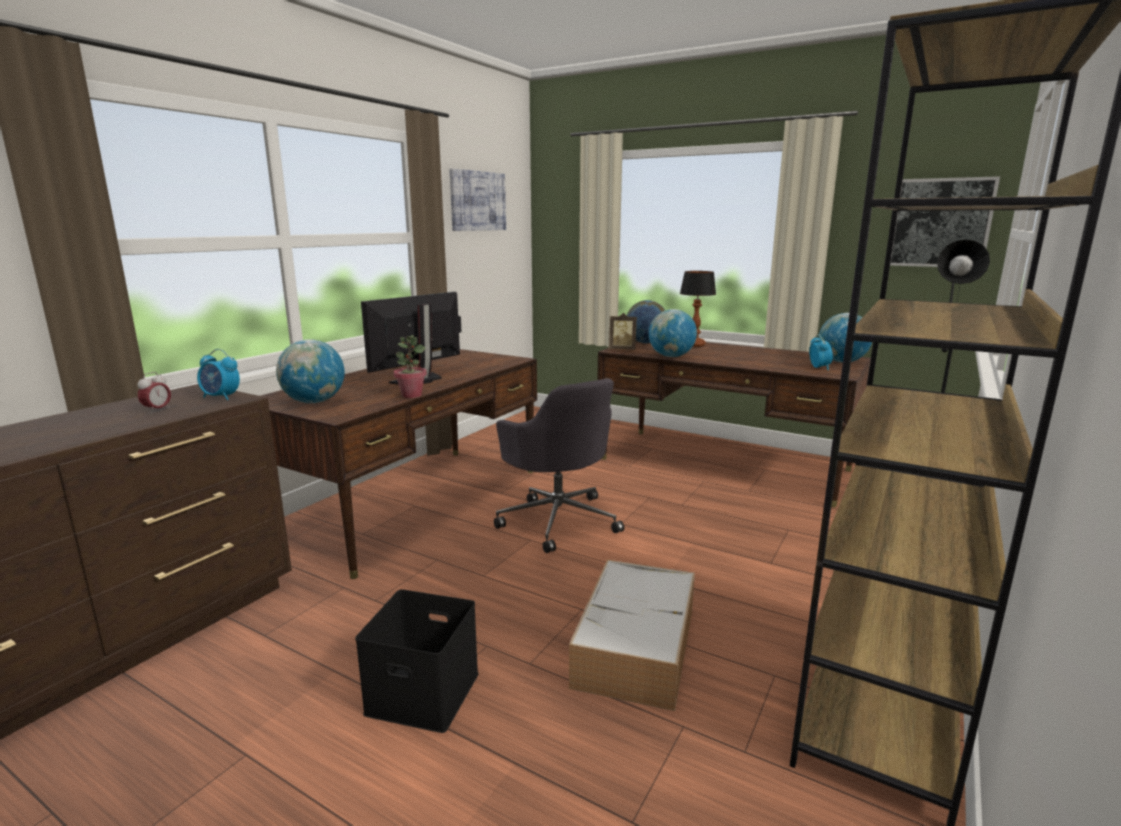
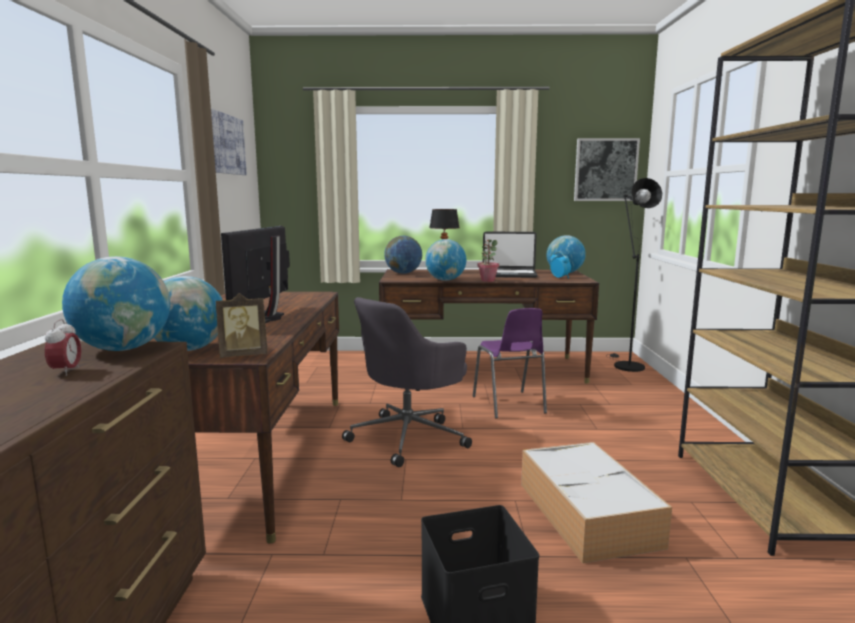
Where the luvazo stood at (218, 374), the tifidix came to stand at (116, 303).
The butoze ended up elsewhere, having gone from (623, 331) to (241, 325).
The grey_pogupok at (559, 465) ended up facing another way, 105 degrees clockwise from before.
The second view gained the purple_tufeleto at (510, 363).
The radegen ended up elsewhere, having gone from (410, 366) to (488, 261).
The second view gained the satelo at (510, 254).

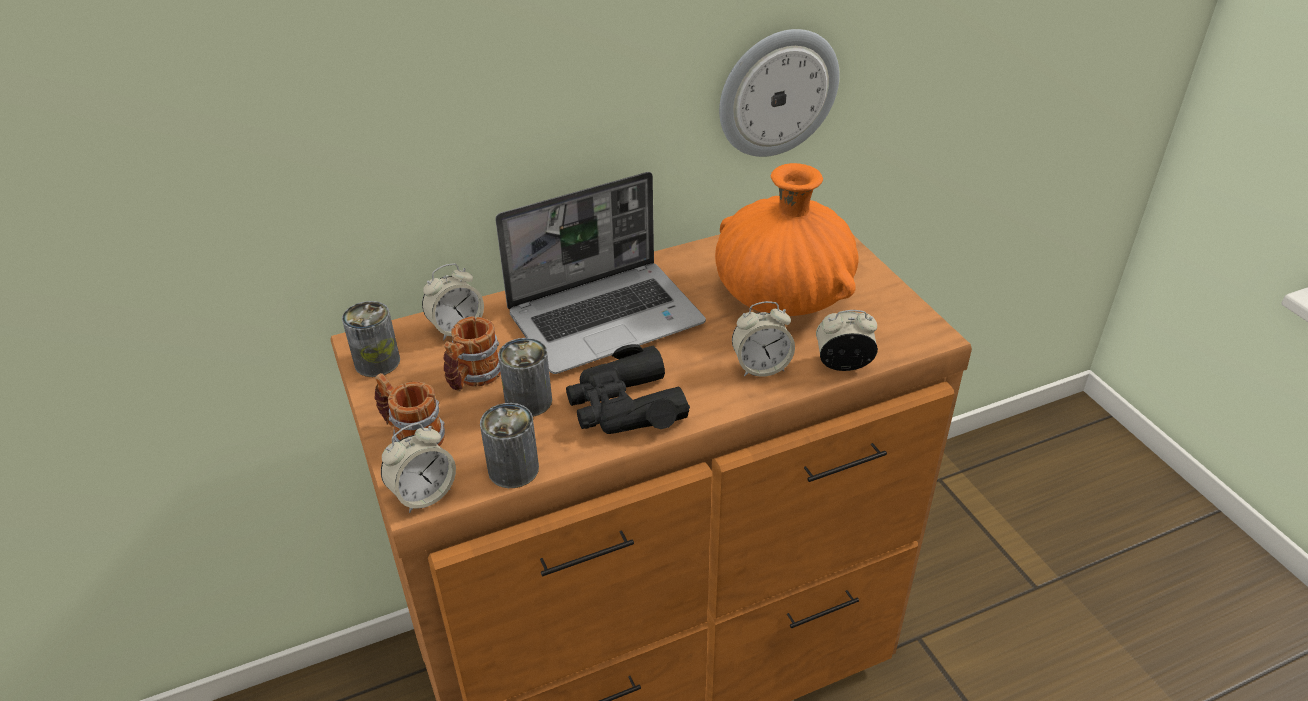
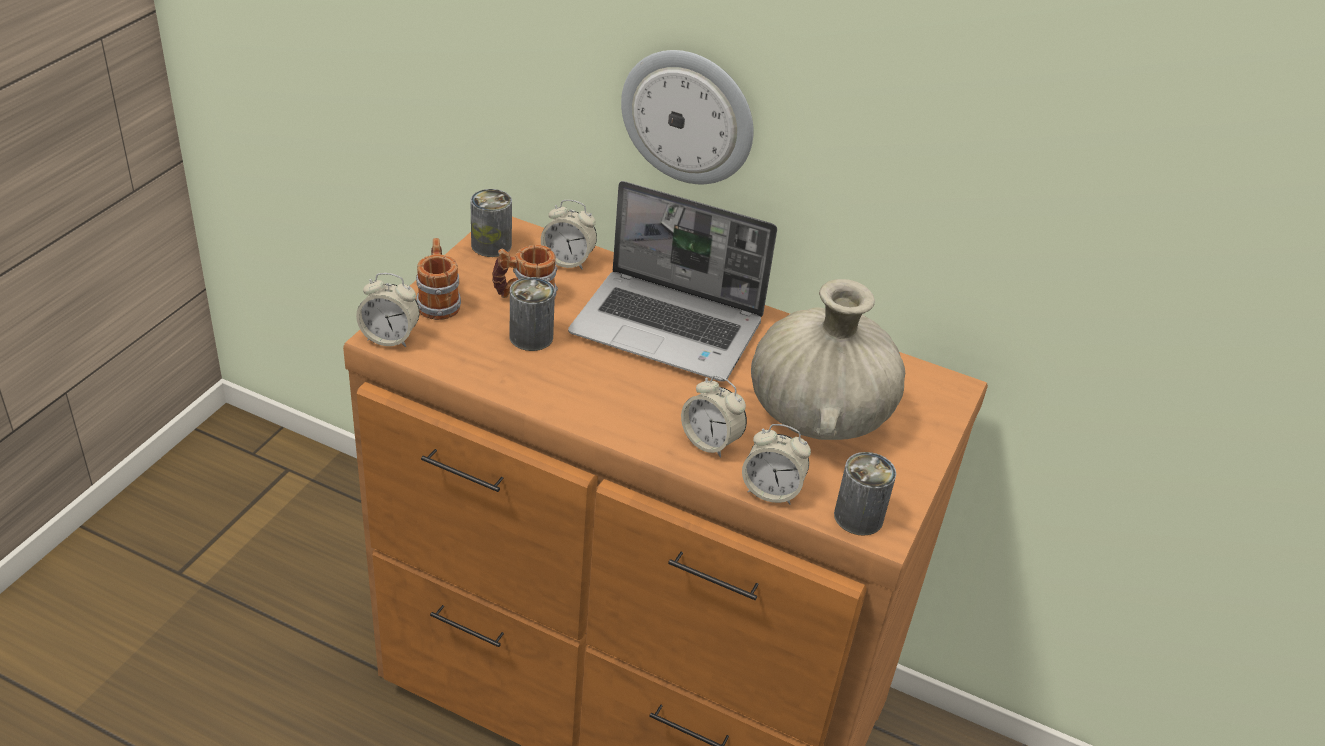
The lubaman ended up elsewhere, having gone from (779, 93) to (687, 117).
The luvazo at (847, 340) ended up facing another way, 150 degrees clockwise from before.
What was the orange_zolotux at (787, 239) turned into the beige_zolotux at (828, 359).
The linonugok ended up elsewhere, having gone from (509, 445) to (865, 494).
The second view lost the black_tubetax at (628, 389).

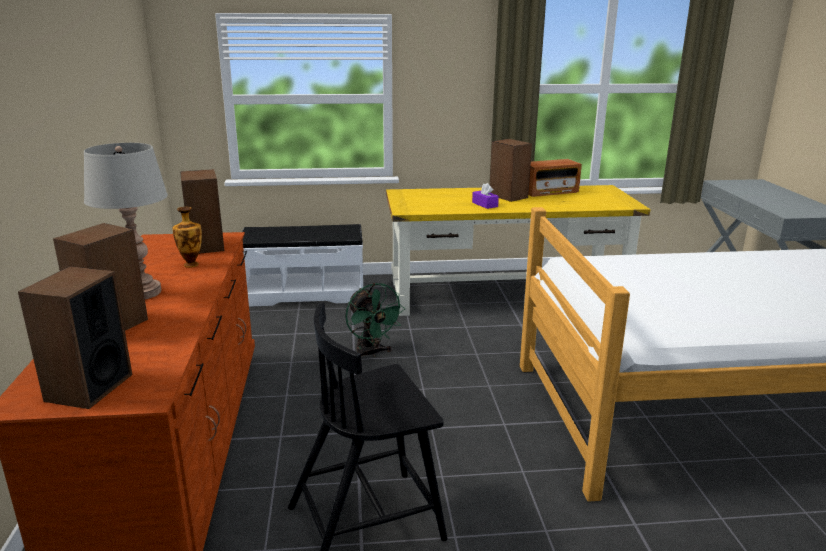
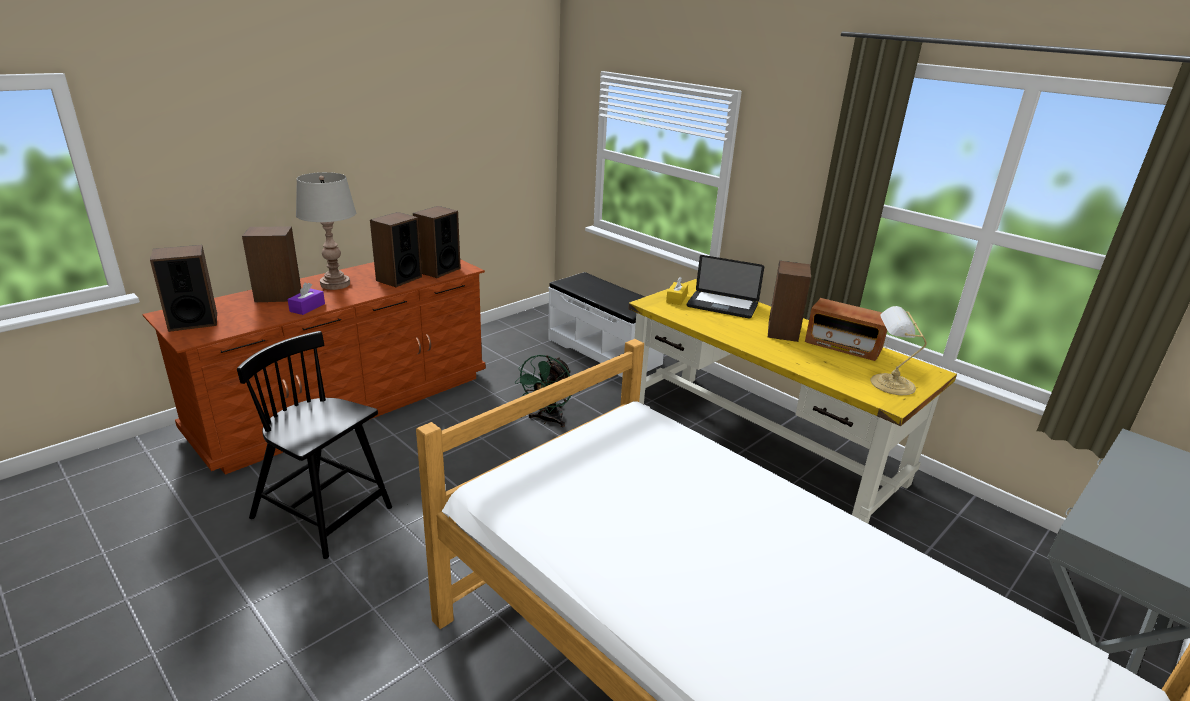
The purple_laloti ended up elsewhere, having gone from (485, 196) to (306, 299).
Where the zolotux stood at (187, 237), the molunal came to stand at (396, 249).
The second view gained the yellow_laloti at (677, 291).
The second view gained the satelo at (725, 287).
The second view gained the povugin at (899, 350).

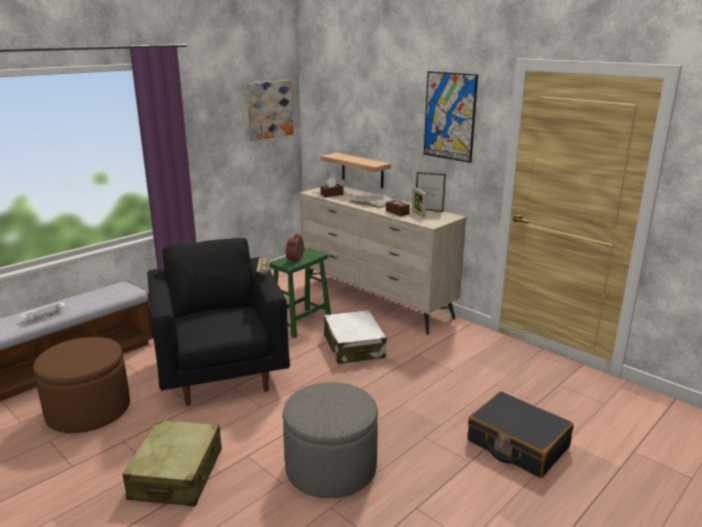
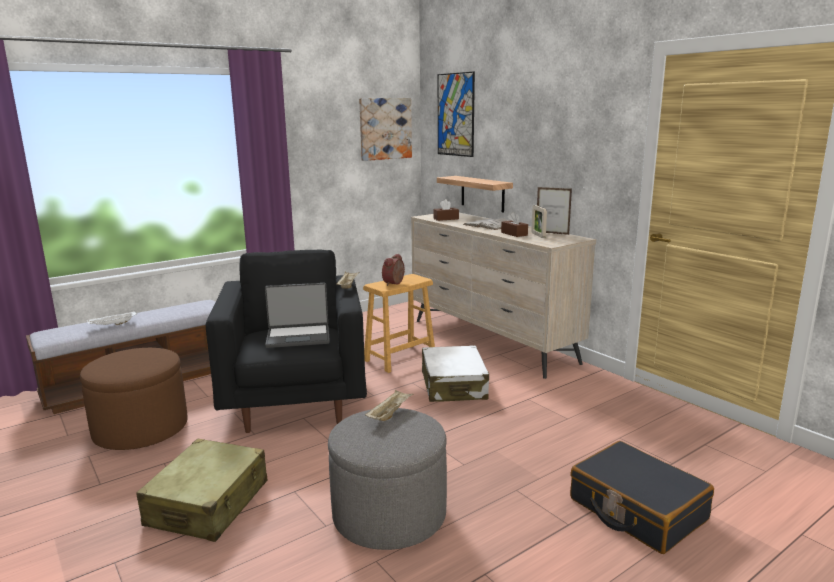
The second view gained the satelo at (297, 315).
What was the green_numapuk at (300, 293) turned into the brown_numapuk at (399, 323).
The second view gained the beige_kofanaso at (389, 405).
The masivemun ended up elsewhere, having gone from (451, 117) to (456, 114).

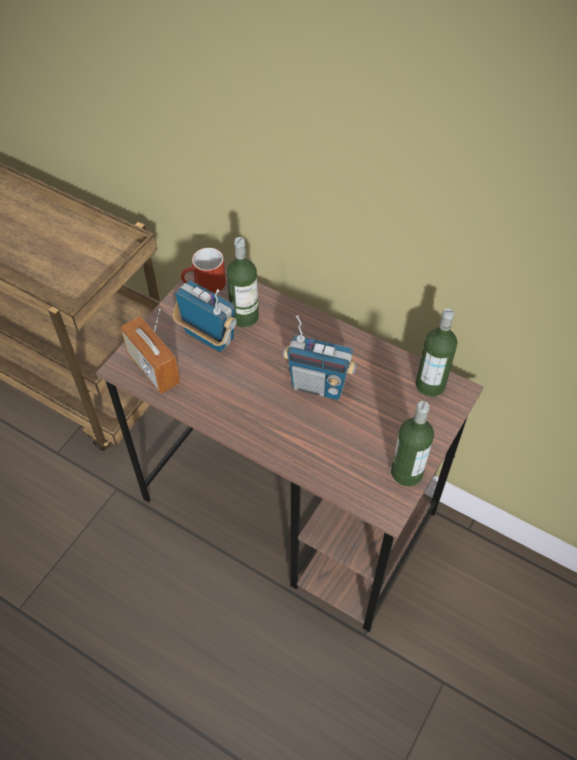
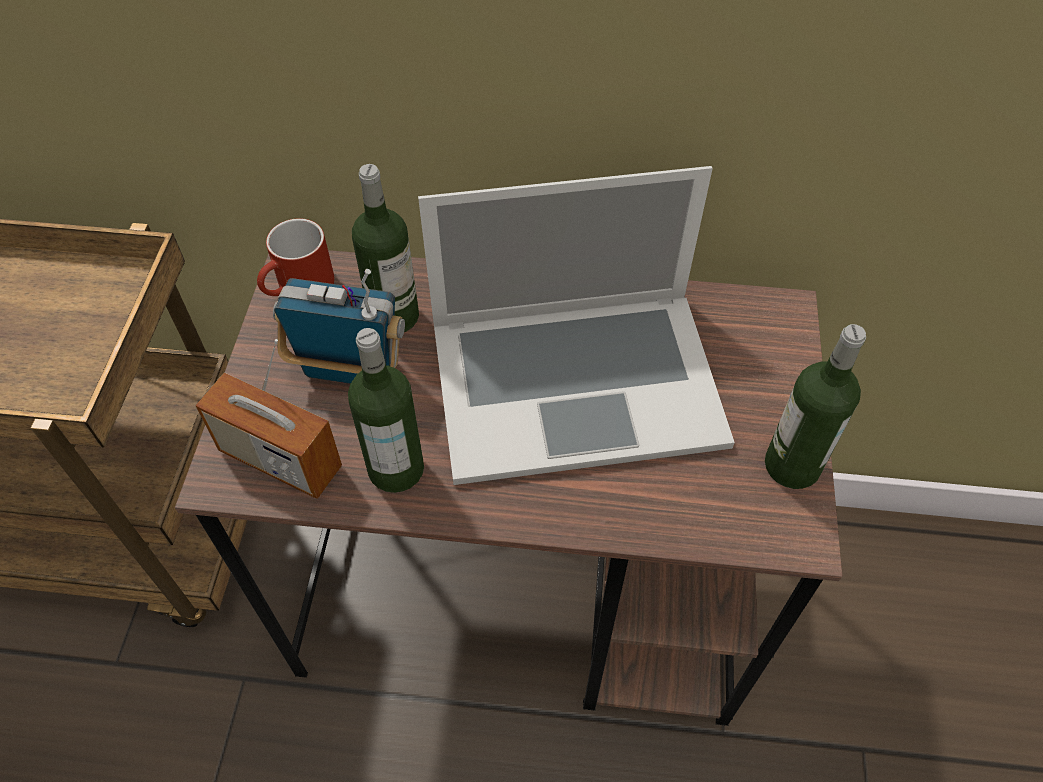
The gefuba ended up elsewhere, having gone from (436, 352) to (386, 410).
Where the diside stood at (320, 357), the satelo came to stand at (576, 325).

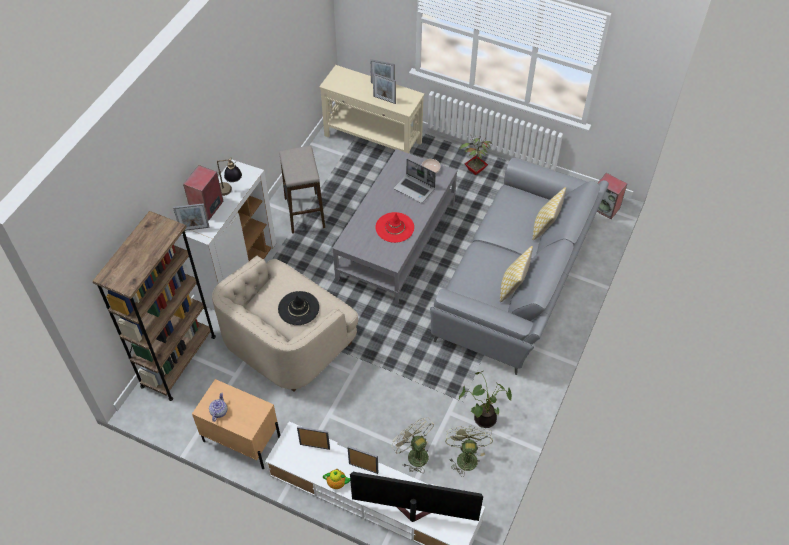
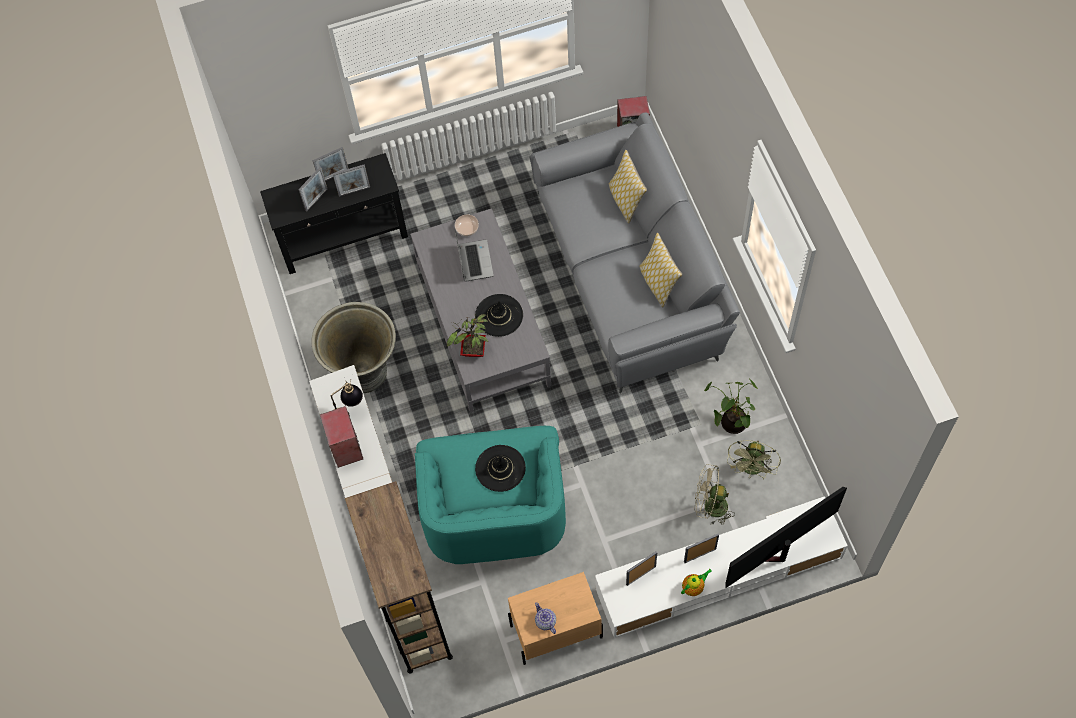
What was the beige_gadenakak at (372, 109) turned into the black_gadenakak at (334, 213).
The butoze ended up elsewhere, having gone from (191, 217) to (313, 189).
Where the numapuk stood at (302, 190), the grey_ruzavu came to stand at (353, 347).
What was the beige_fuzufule at (285, 324) turned into the turquoise_fuzufule at (490, 495).
The radegen ended up elsewhere, having gone from (475, 154) to (467, 335).
The satelo at (415, 181) ended up facing another way, 90 degrees counterclockwise from before.
What was the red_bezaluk at (394, 227) turned into the black_bezaluk at (499, 315).
The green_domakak at (469, 451) ended up facing another way, 120 degrees counterclockwise from before.

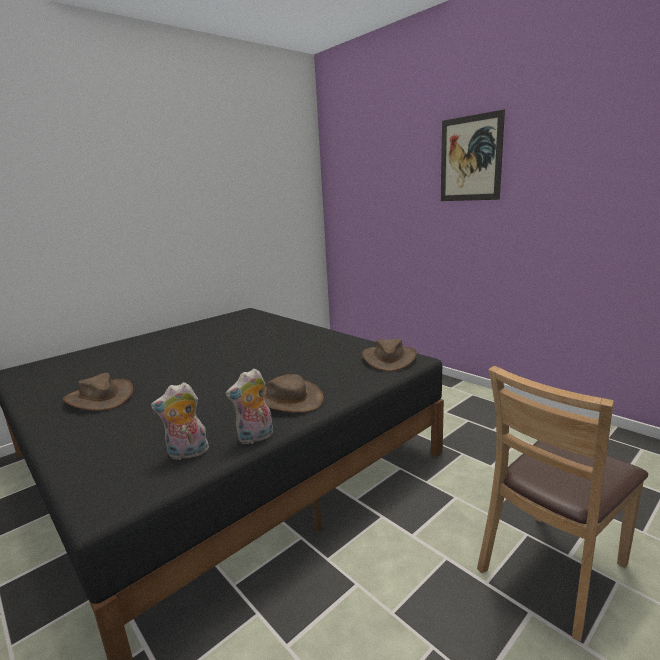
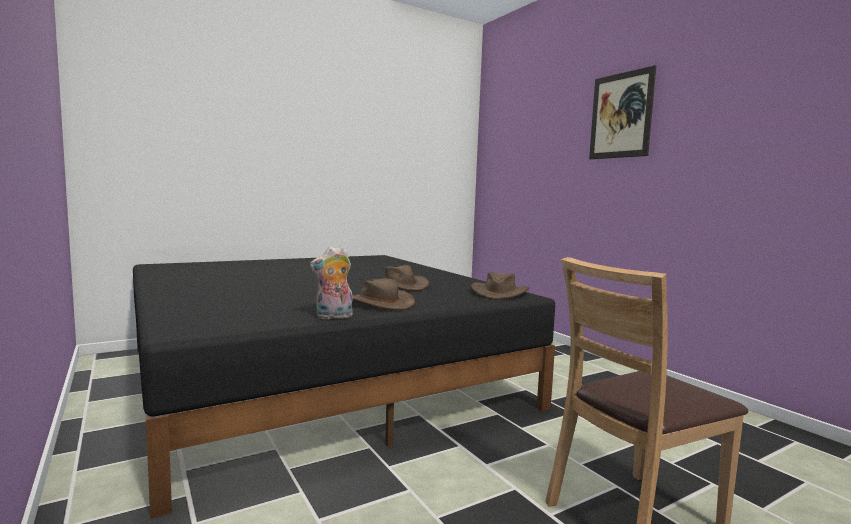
The brown_bezaluk ended up elsewhere, having gone from (98, 392) to (400, 278).
The second view lost the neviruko at (180, 421).

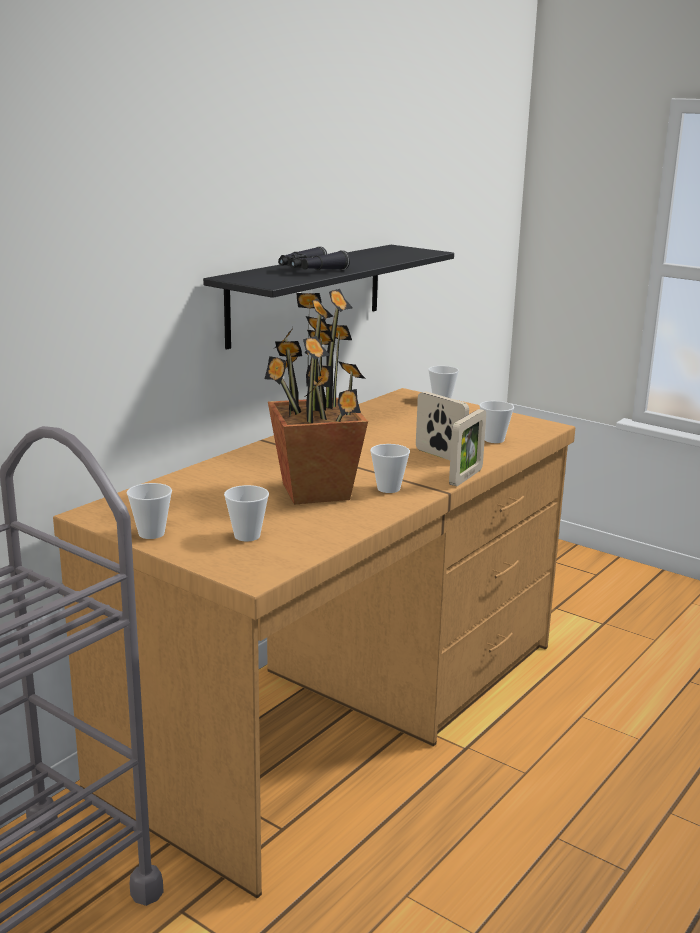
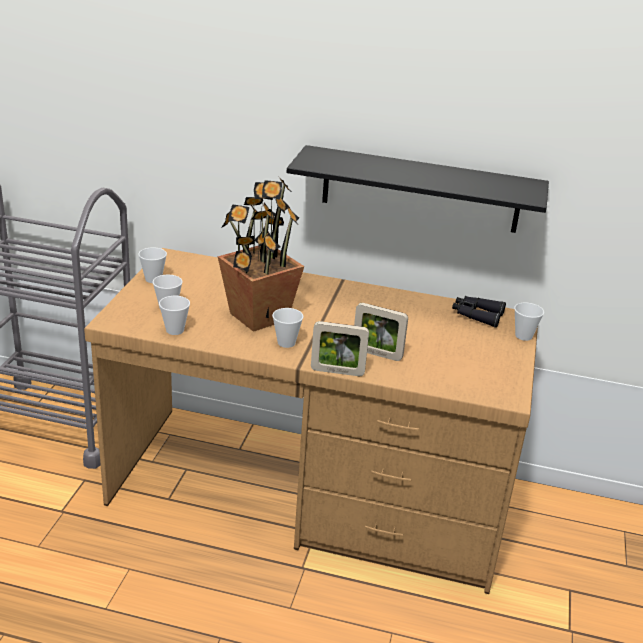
The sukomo ended up elsewhere, having gone from (496, 422) to (174, 315).
The butoze at (442, 425) ended up facing another way, 90 degrees clockwise from before.
The black_tubetax ended up elsewhere, having gone from (314, 258) to (479, 312).

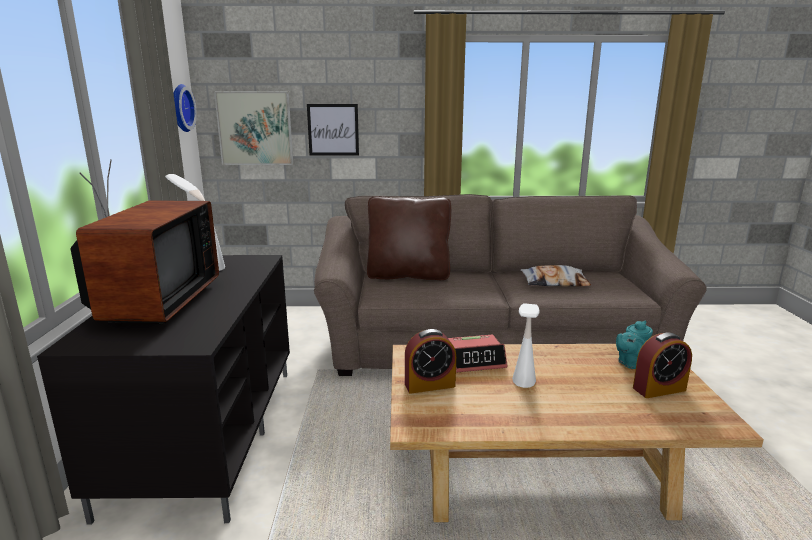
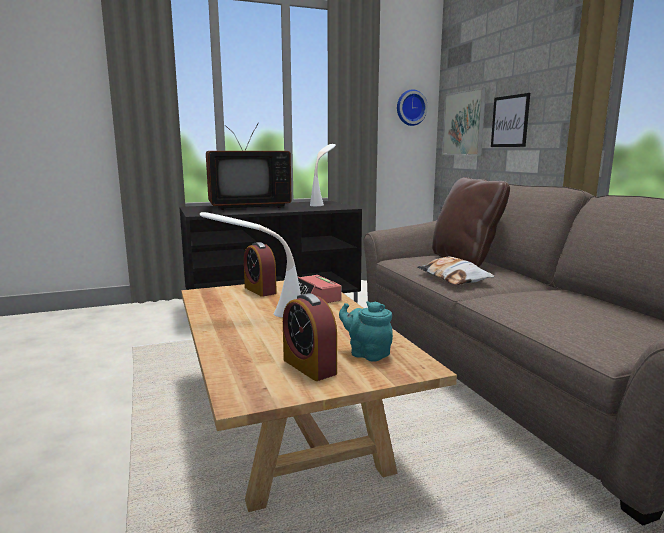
The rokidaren ended up elsewhere, having gone from (555, 276) to (456, 271).

